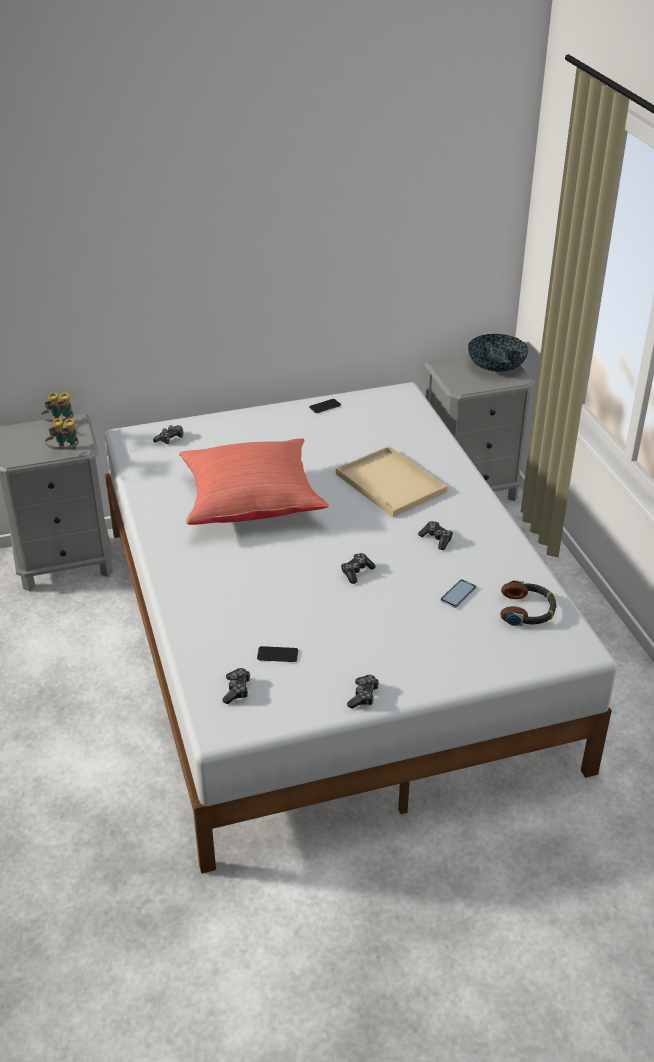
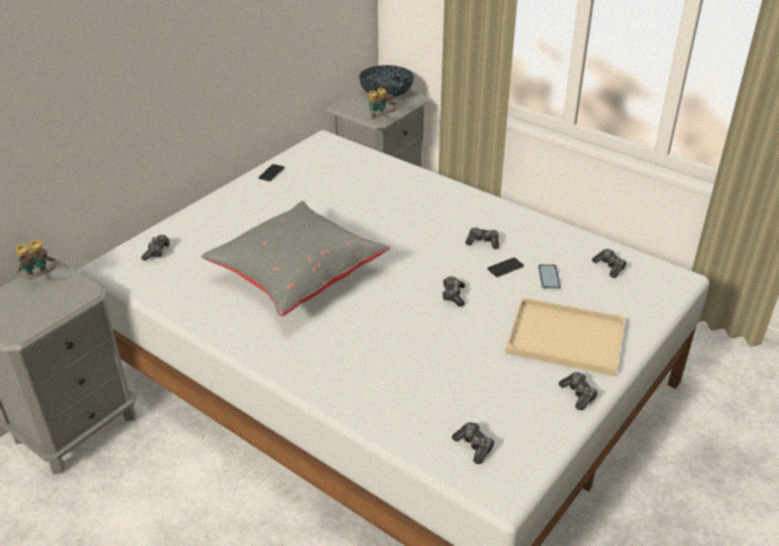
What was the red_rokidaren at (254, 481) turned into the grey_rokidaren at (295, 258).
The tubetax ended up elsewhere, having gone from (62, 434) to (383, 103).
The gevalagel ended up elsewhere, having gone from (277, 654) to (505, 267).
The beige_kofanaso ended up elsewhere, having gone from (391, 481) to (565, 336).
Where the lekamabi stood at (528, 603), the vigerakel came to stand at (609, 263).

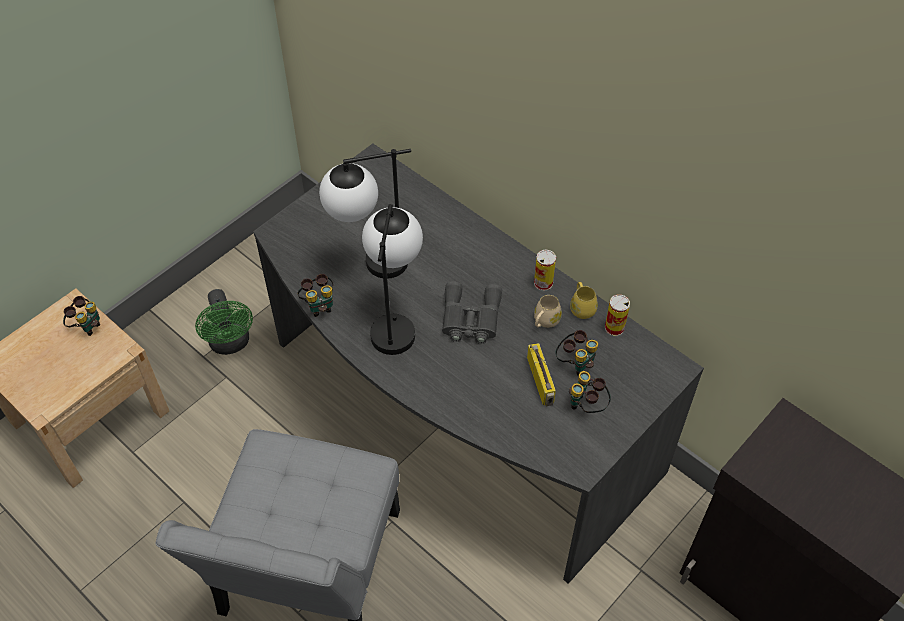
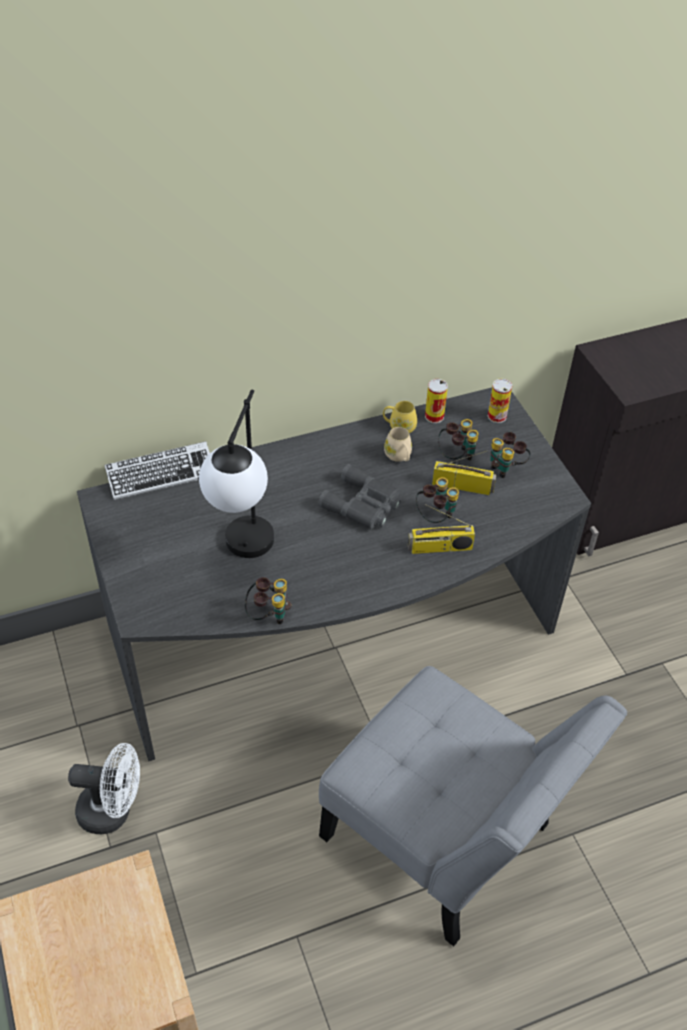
What was the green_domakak at (224, 322) turned into the white_domakak at (104, 788).
The second view gained the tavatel at (157, 470).
The second view gained the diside at (441, 529).
The tubetax ended up elsewhere, having gone from (81, 316) to (437, 500).
The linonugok ended up elsewhere, having gone from (545, 270) to (500, 401).
The second view lost the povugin at (392, 279).

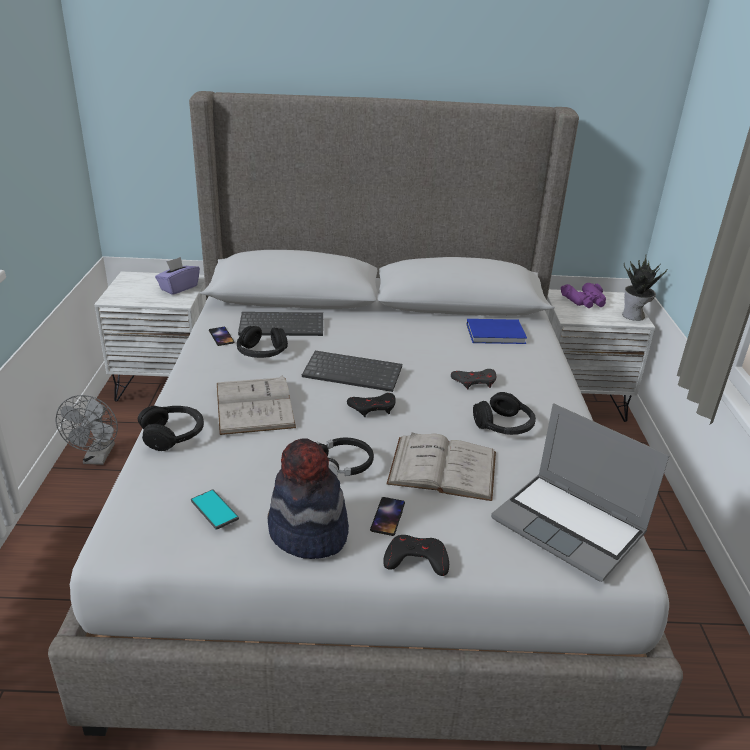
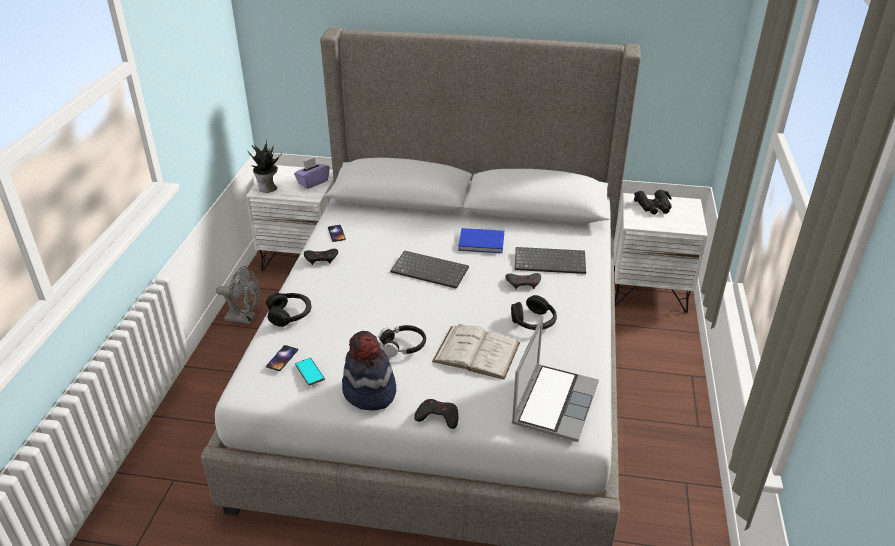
The grey_domakak at (87, 430) ended up facing another way, 90 degrees counterclockwise from before.
The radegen ended up elsewhere, having gone from (645, 288) to (264, 166).
The gevalagel ended up elsewhere, having gone from (387, 516) to (282, 358).
The black_vigerakel ended up elsewhere, having gone from (371, 405) to (321, 257).
The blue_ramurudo ended up elsewhere, having gone from (497, 331) to (481, 240).
The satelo at (580, 493) ended up facing another way, 120 degrees counterclockwise from before.
The tavatel ended up elsewhere, having gone from (280, 324) to (550, 260).
What was the purple_tubetax at (583, 295) turned into the black_tubetax at (653, 202).
The second view lost the white_ramurudo at (256, 405).
The second view lost the black_lekamabi at (262, 342).

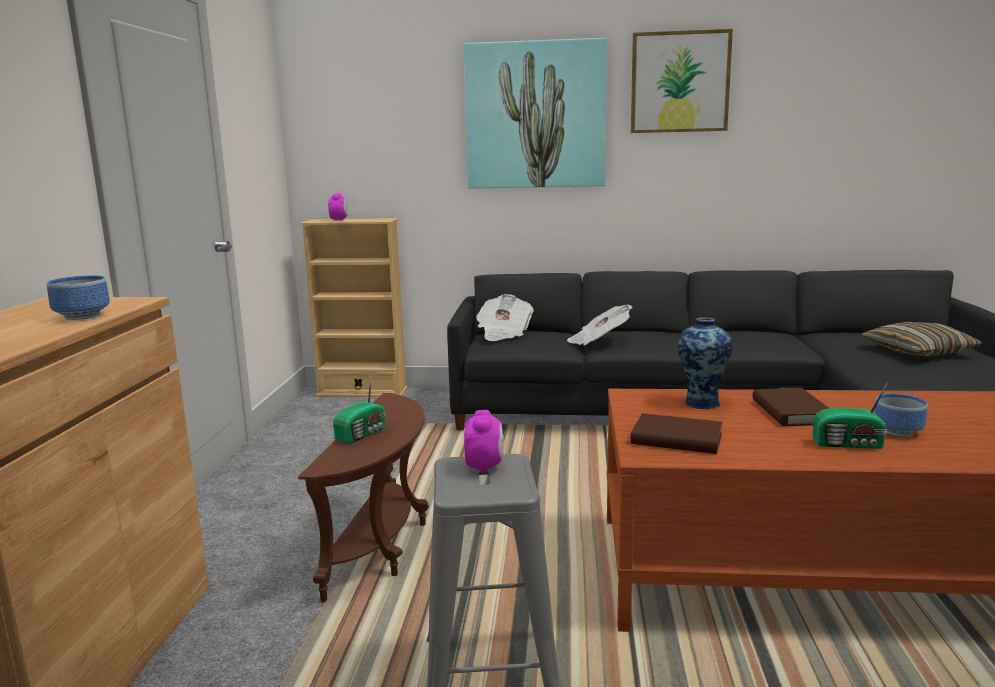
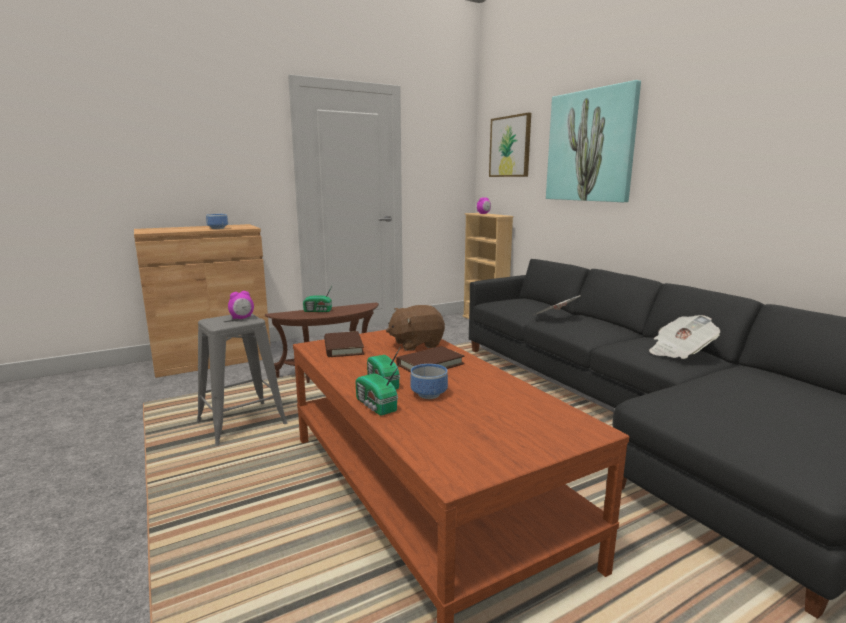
The second view gained the diside at (377, 390).
Where the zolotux stood at (705, 363), the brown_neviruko came to stand at (415, 328).
The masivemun ended up elsewhere, having gone from (682, 81) to (510, 145).
The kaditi ended up elsewhere, having gone from (505, 317) to (684, 337).
The second view lost the rokidaren at (922, 339).

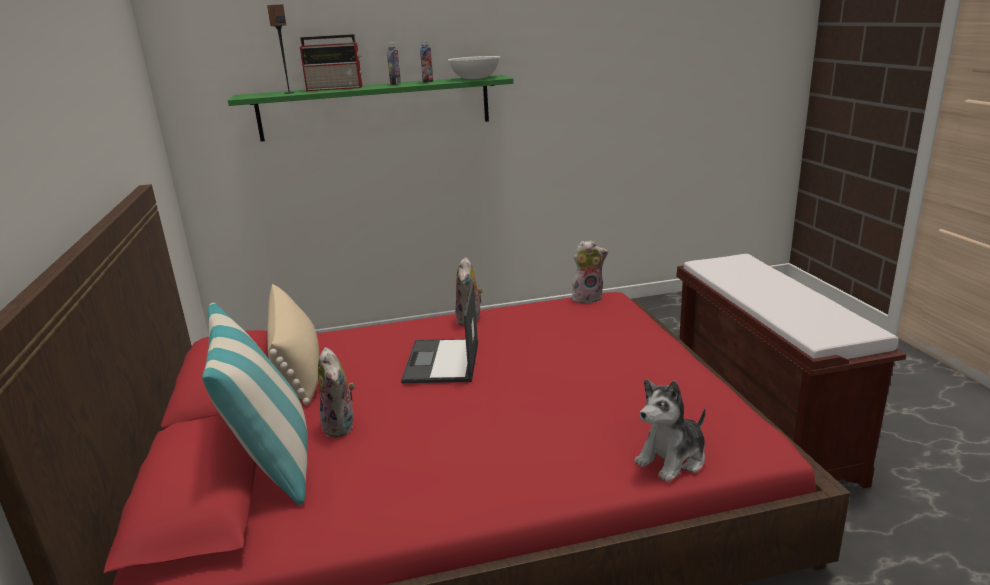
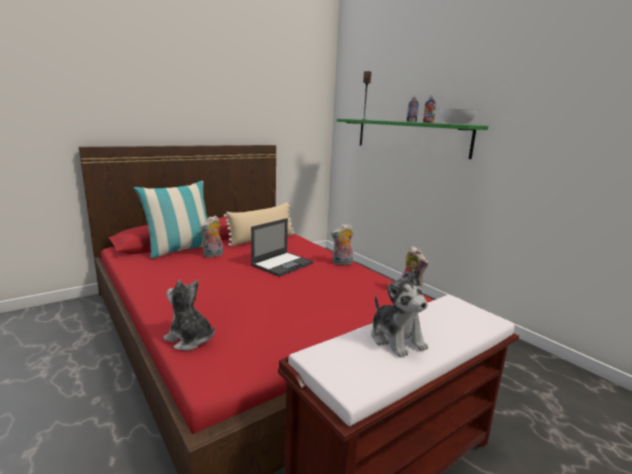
The satelo at (439, 332) ended up facing another way, 150 degrees clockwise from before.
The second view gained the neviruko at (399, 313).
The second view lost the diside at (331, 62).

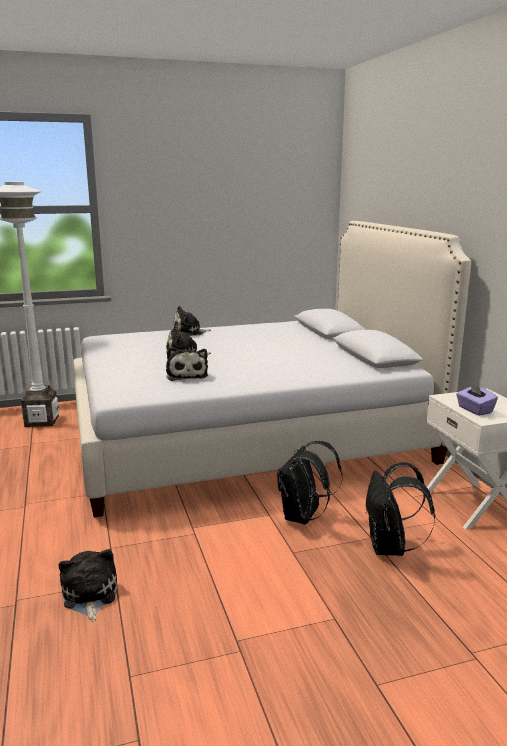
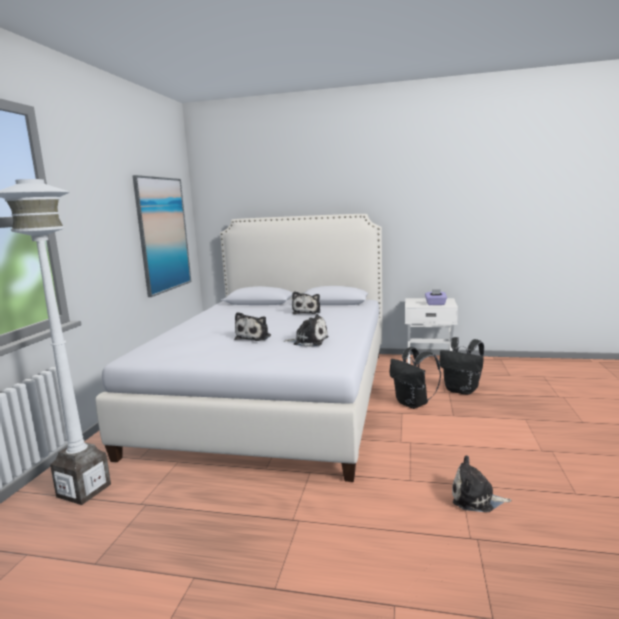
The second view gained the masivemun at (161, 236).
The neviruko ended up elsewhere, having gone from (192, 321) to (306, 302).

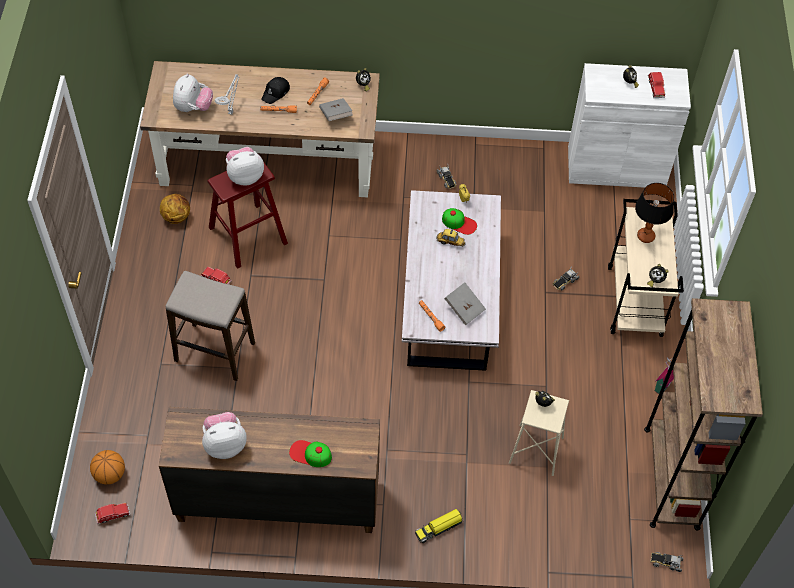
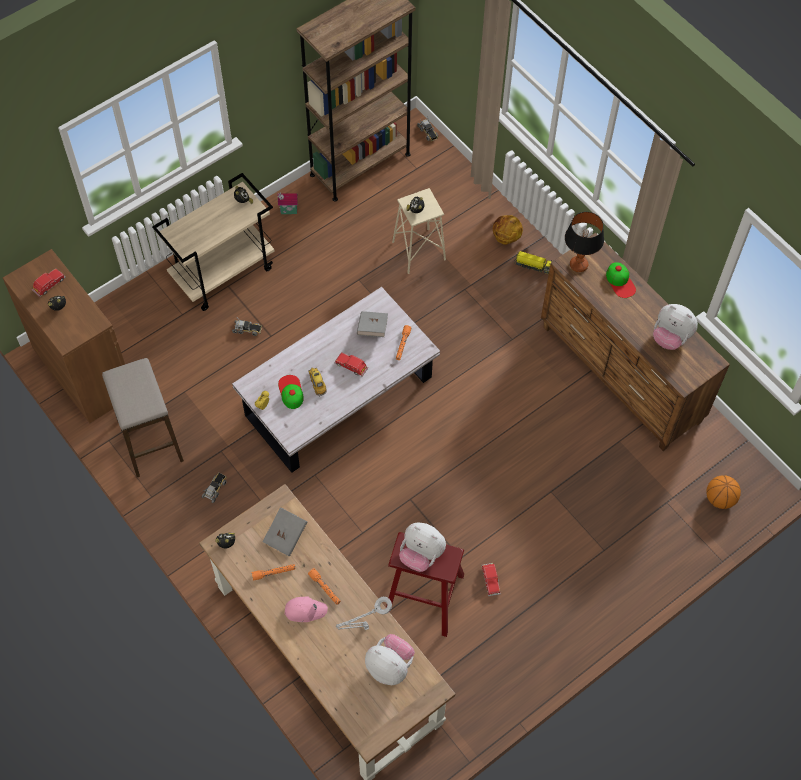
What was the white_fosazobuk at (629, 125) turned into the brown_fosazobuk at (64, 336).
The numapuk ended up elsewhere, having gone from (210, 326) to (143, 417).
What was the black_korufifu at (275, 90) turned into the pink_korufifu at (306, 609).
The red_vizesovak ended up elsewhere, having gone from (112, 513) to (351, 364).
The neviruko at (193, 93) ended up facing another way, 60 degrees clockwise from before.
The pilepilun ended up elsewhere, having gone from (175, 209) to (508, 230).
The povugin ended up elsewhere, having gone from (654, 213) to (584, 242).

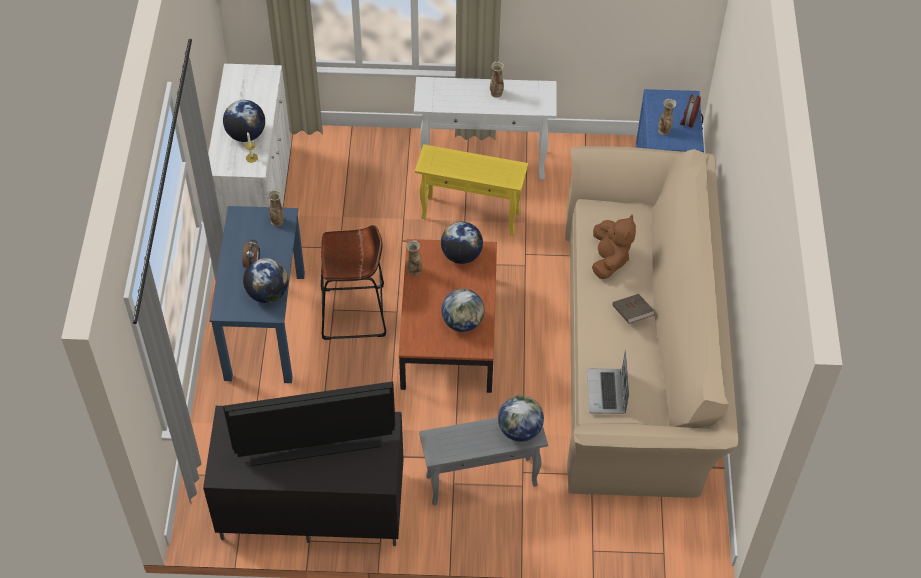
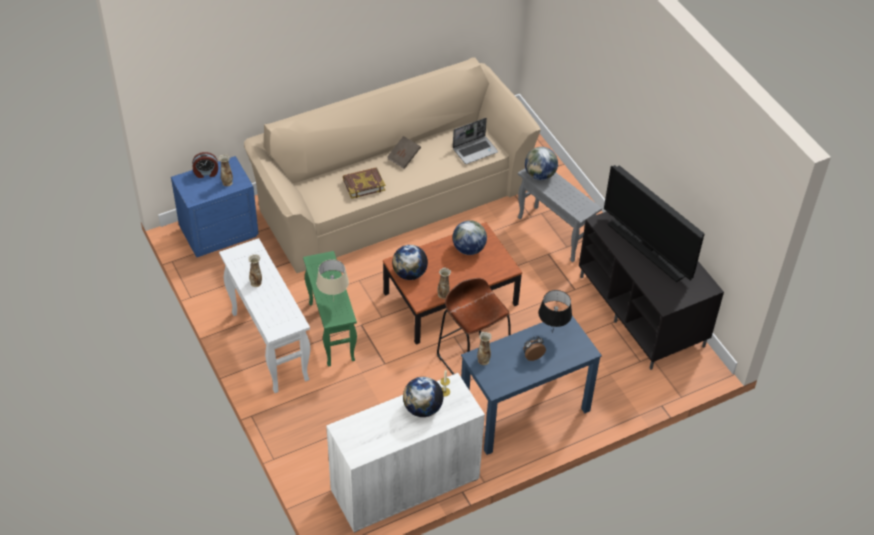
What was the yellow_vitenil at (471, 190) turned into the green_vitenil at (330, 309).
The second view gained the beige_povugin at (332, 280).
Where the brown_neviruko stood at (614, 247), the ramurudo came to stand at (364, 183).
Where the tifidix stood at (265, 280), the black_povugin came to stand at (555, 311).

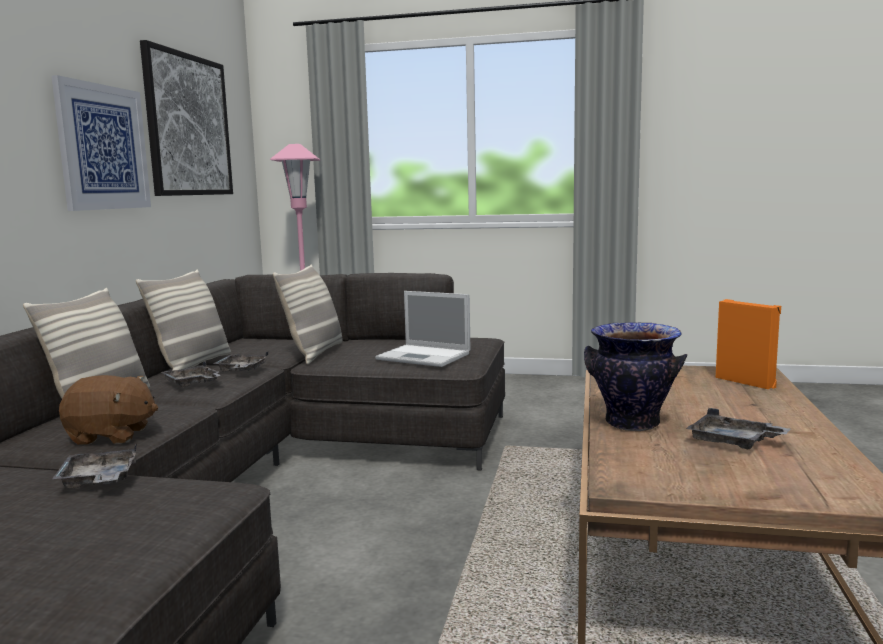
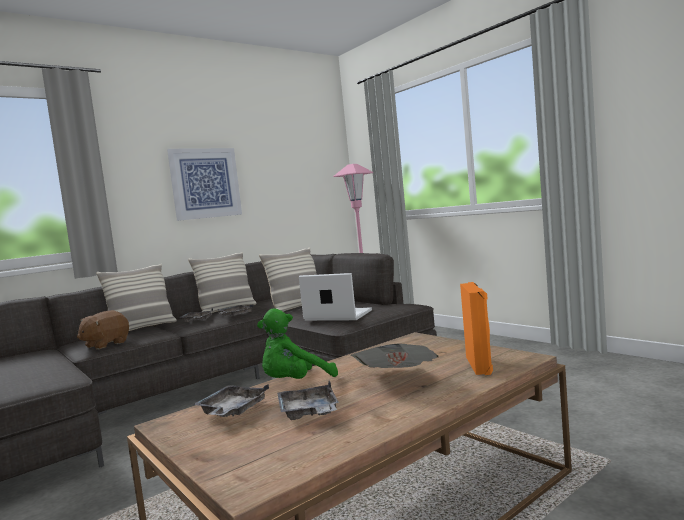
The brown_neviruko at (108, 410) ended up facing another way, 90 degrees clockwise from before.
The grey_kofanaso ended up elsewhere, having gone from (94, 466) to (231, 400).
Where the zolotux stood at (635, 376), the green_neviruko came to stand at (297, 343).
The satelo at (423, 329) ended up facing another way, 135 degrees clockwise from before.
The second view gained the kaditi at (394, 355).
The second view lost the masivemun at (186, 118).

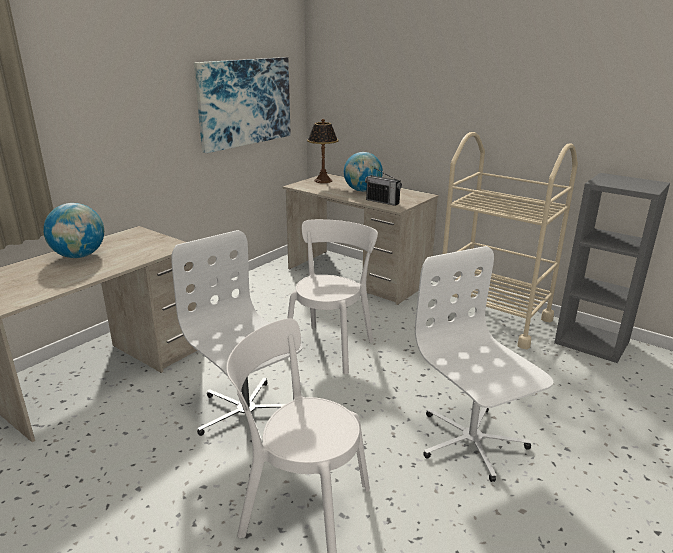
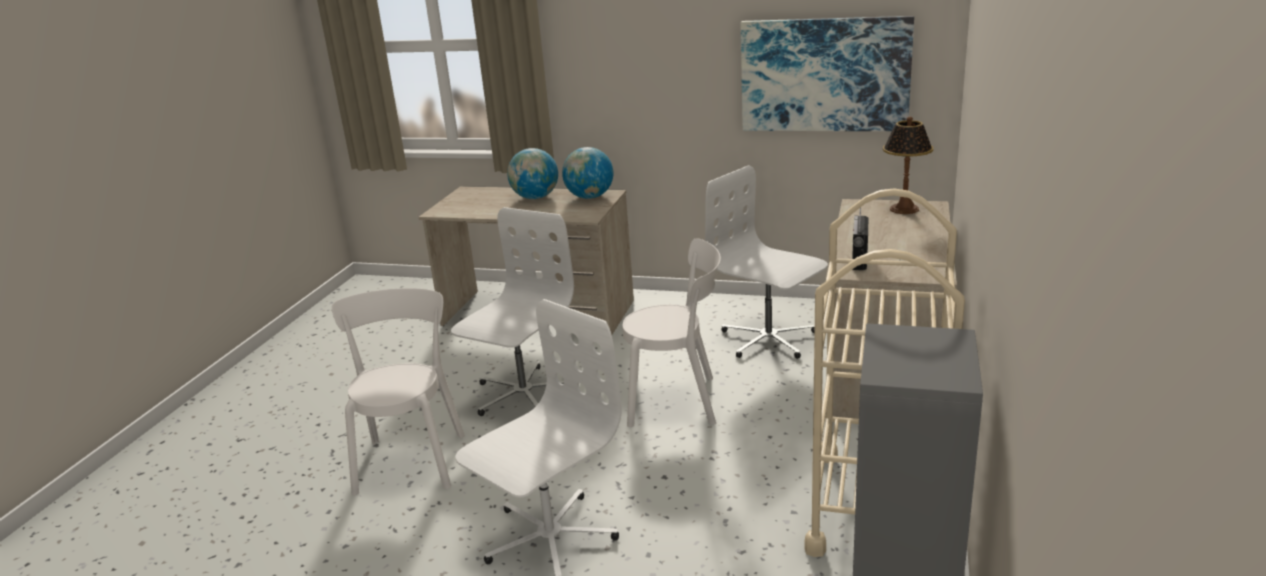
The tifidix ended up elsewhere, having gone from (363, 172) to (587, 173).
The second view gained the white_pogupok at (766, 262).

